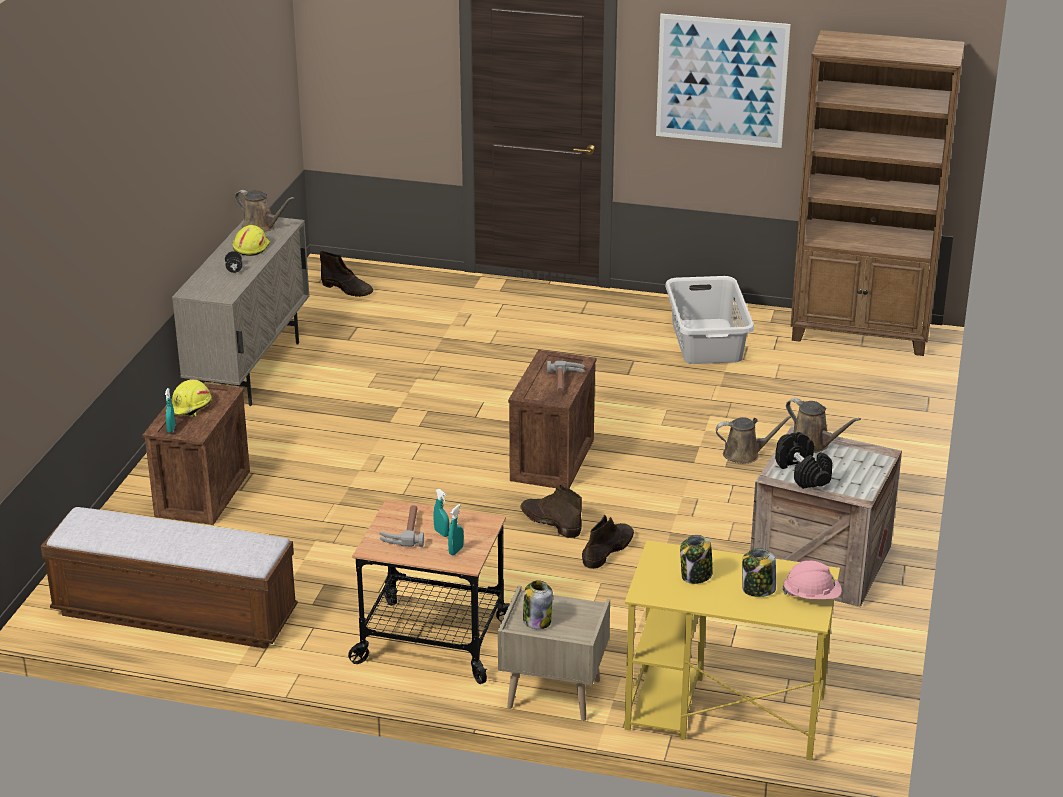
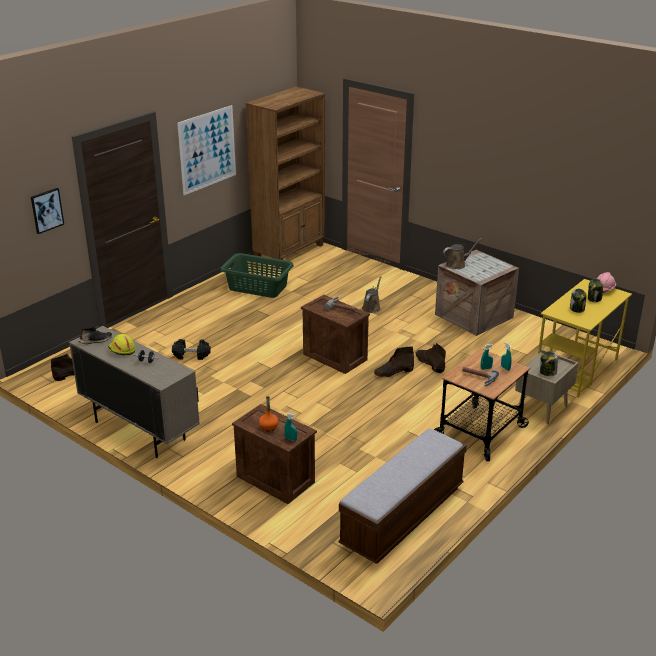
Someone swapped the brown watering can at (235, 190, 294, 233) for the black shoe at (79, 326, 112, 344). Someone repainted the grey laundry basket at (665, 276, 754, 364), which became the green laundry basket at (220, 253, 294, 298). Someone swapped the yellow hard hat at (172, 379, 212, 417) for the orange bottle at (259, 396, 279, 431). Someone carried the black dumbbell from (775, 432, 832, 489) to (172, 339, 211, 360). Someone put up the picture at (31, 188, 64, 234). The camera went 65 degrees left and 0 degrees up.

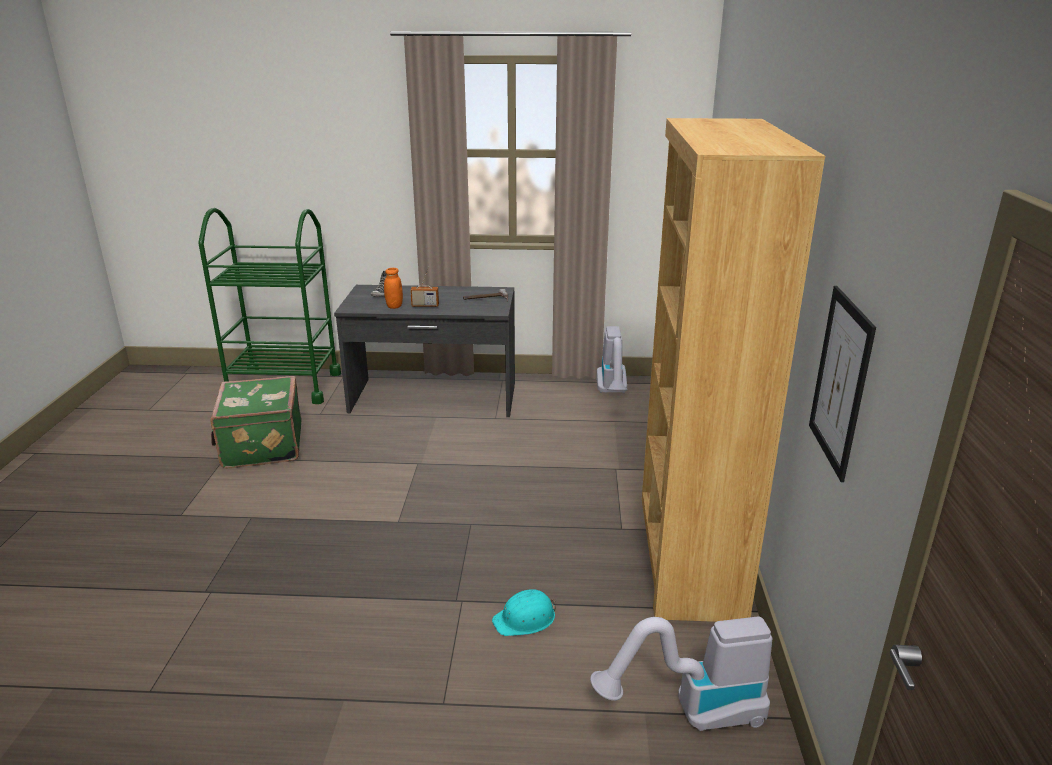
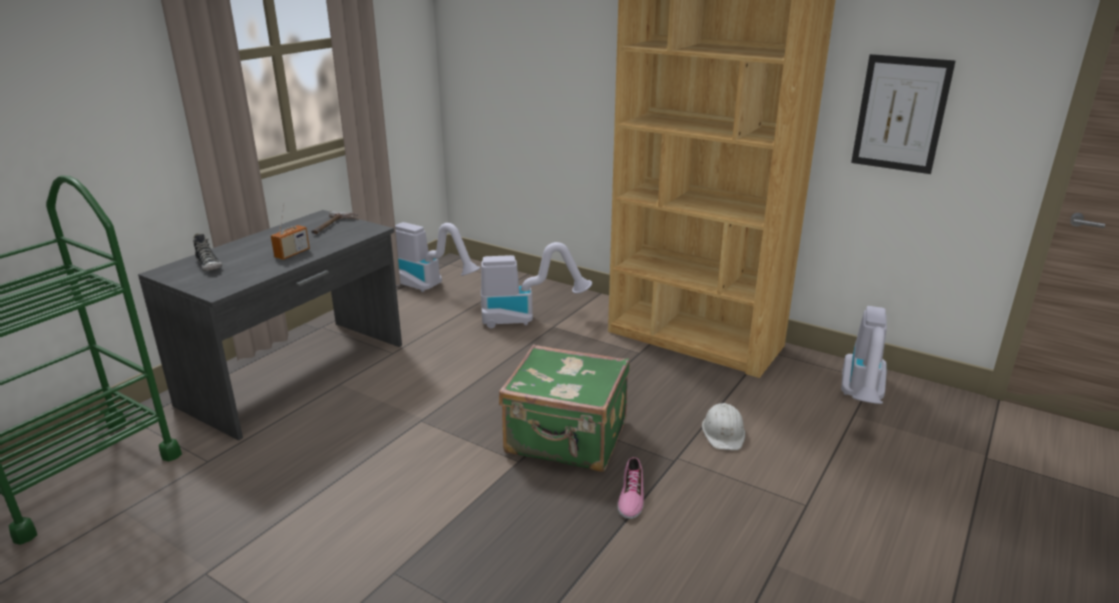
Someone took away the orange jar at (384, 268, 403, 309). Someone carried the green suitcase from (210, 376, 301, 468) to (499, 345, 630, 472). Someone repainted the turquoise hard hat at (492, 589, 556, 636), which became the white hard hat at (702, 403, 745, 450). Someone put down the vacuum cleaner at (481, 242, 592, 328). Someone put down the shoe at (618, 457, 644, 519). The camera went 60 degrees left and 0 degrees up.

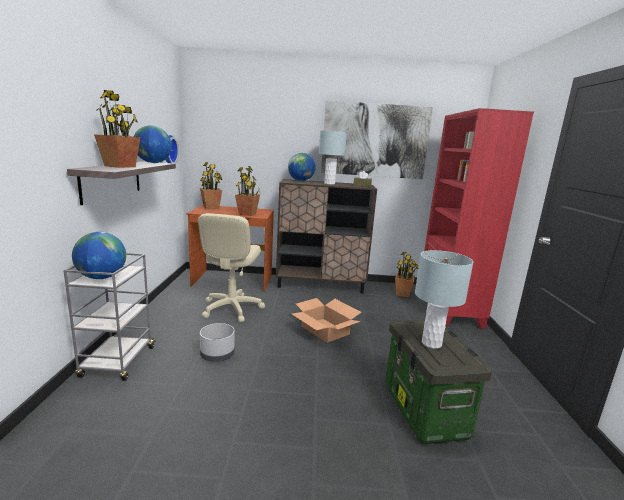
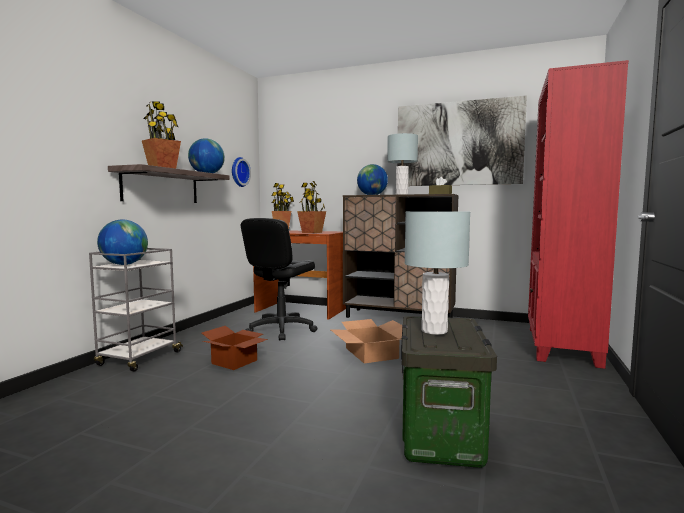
Someone repainted the beige office chair at (198, 213, 265, 322), which became the black office chair at (241, 218, 318, 340). Someone took away the potted plant at (395, 252, 418, 298). Someone swapped the grey planter at (200, 323, 235, 362) for the cardboard box at (202, 326, 268, 370). The camera went 20 degrees right and 10 degrees down.

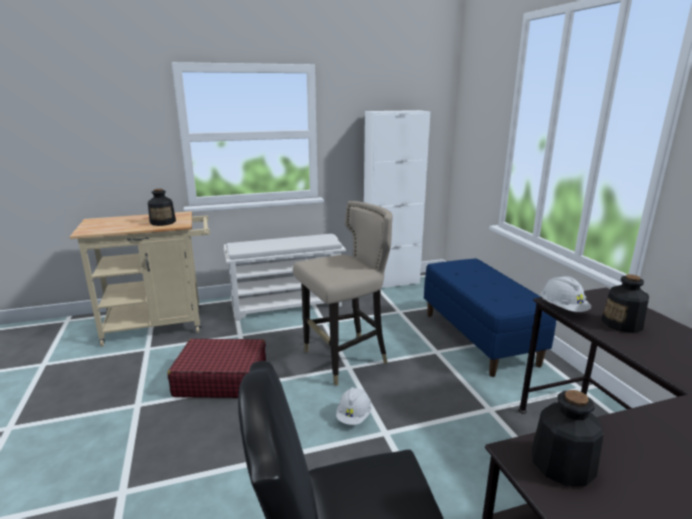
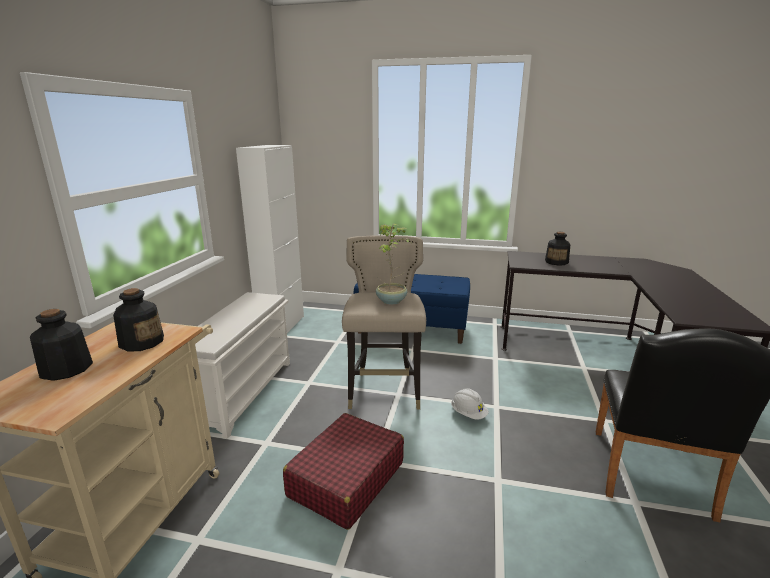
Someone took away the white hard hat at (541, 276, 591, 312). Someone carried the bottle from (532, 390, 604, 486) to (30, 309, 93, 381). Someone put down the potted plant at (376, 224, 410, 305). The camera went 60 degrees left and 0 degrees up.

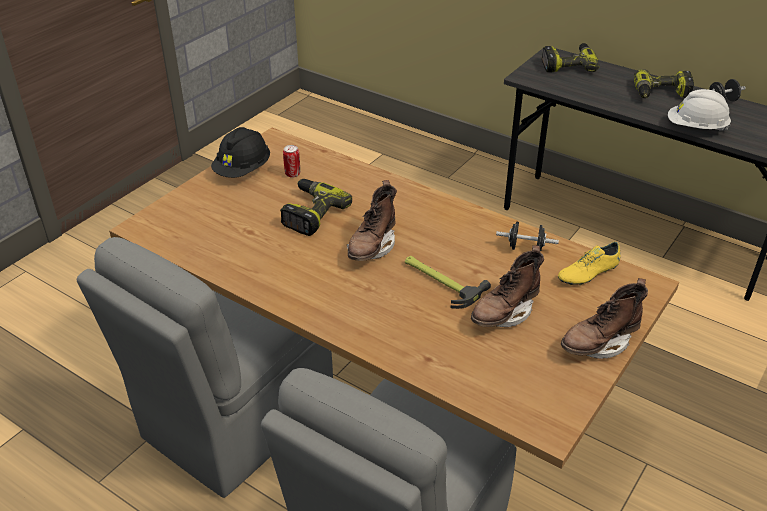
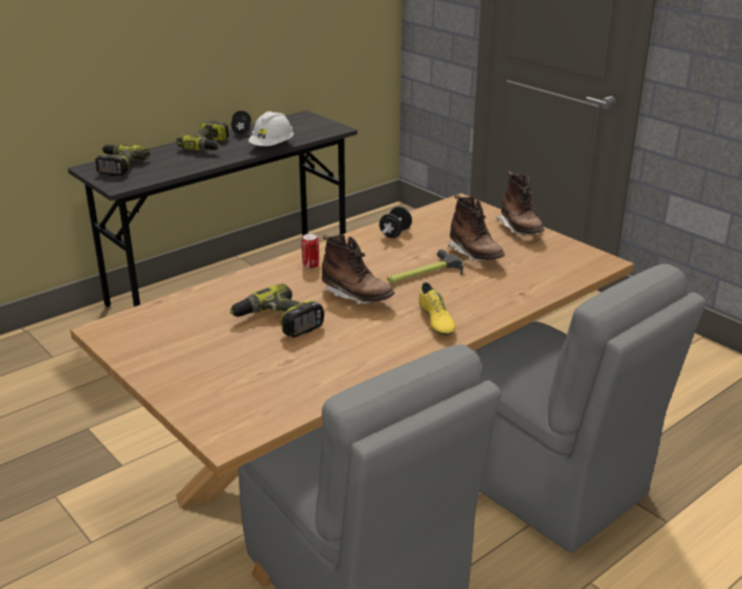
Someone took away the black hard hat at (211, 127, 270, 178). Someone carried the can from (283, 145, 300, 178) to (301, 233, 319, 269). Someone carried the yellow shoe from (558, 242, 621, 285) to (419, 282, 455, 335). The camera went 75 degrees left and 10 degrees down.

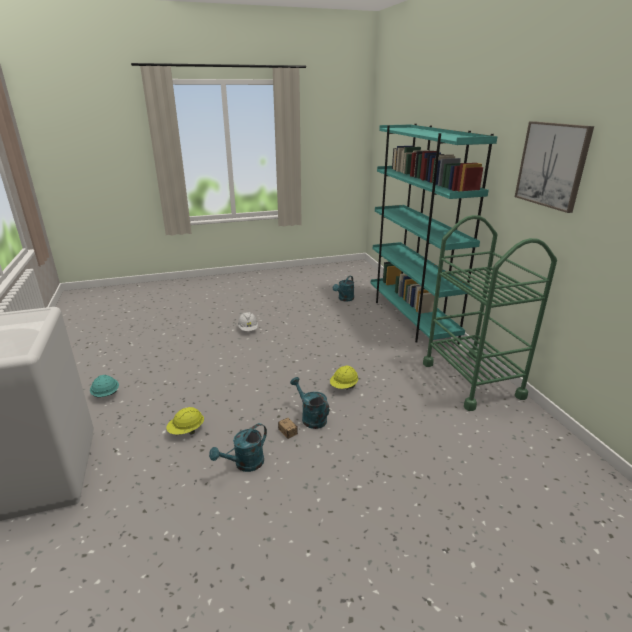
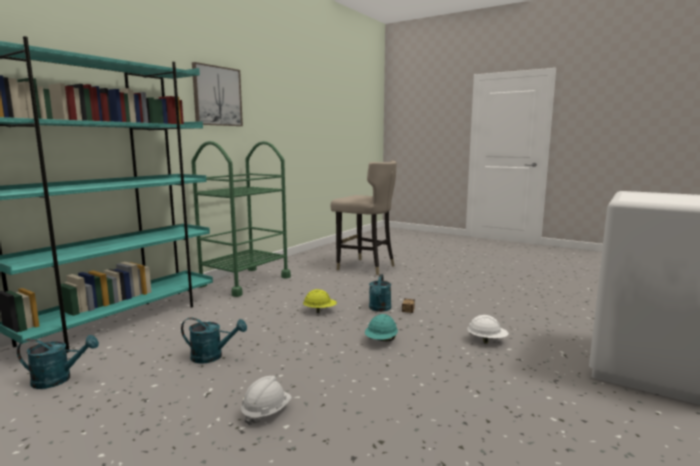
Someone carried the turquoise hard hat from (90, 375, 119, 397) to (365, 314, 398, 341). Someone repainted the yellow hard hat at (166, 407, 204, 435), which became the white hard hat at (467, 315, 509, 344). Someone carried the turquoise watering can from (209, 423, 267, 472) to (181, 318, 247, 364). Someone put down the beige stool at (331, 160, 397, 275). The camera went 130 degrees left and 15 degrees down.

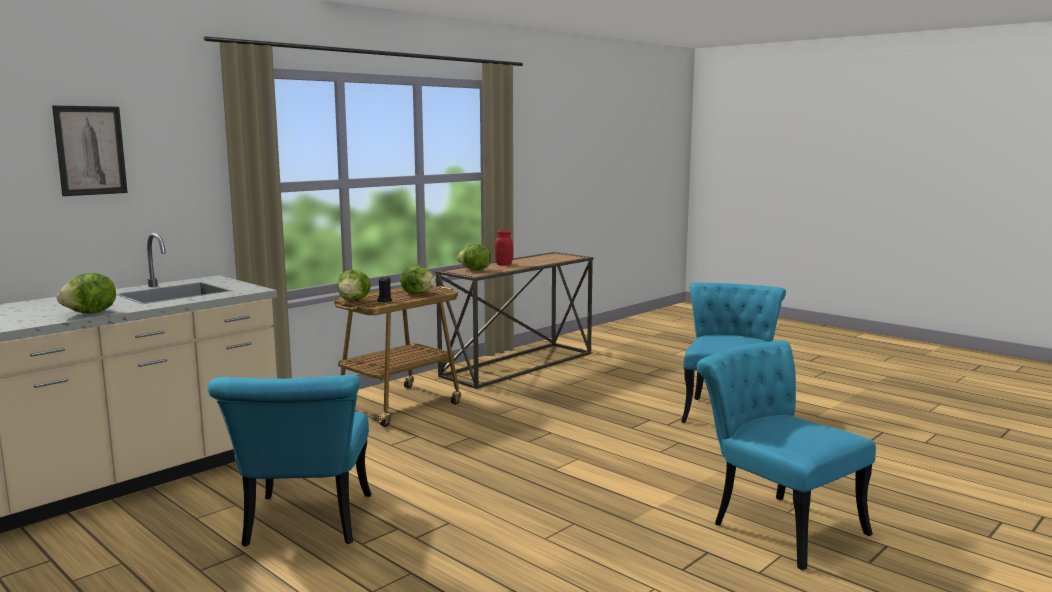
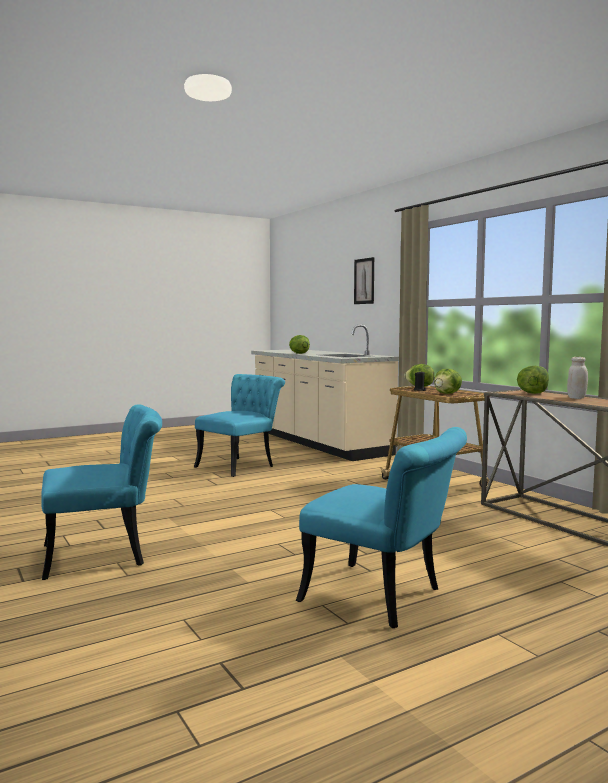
Someone repainted the red jar at (495, 230, 513, 266), which became the white jar at (567, 357, 588, 399). Someone rotated the turquoise chair at (207, 375, 371, 547) by 120 degrees clockwise. The camera went 105 degrees right and 5 degrees down.

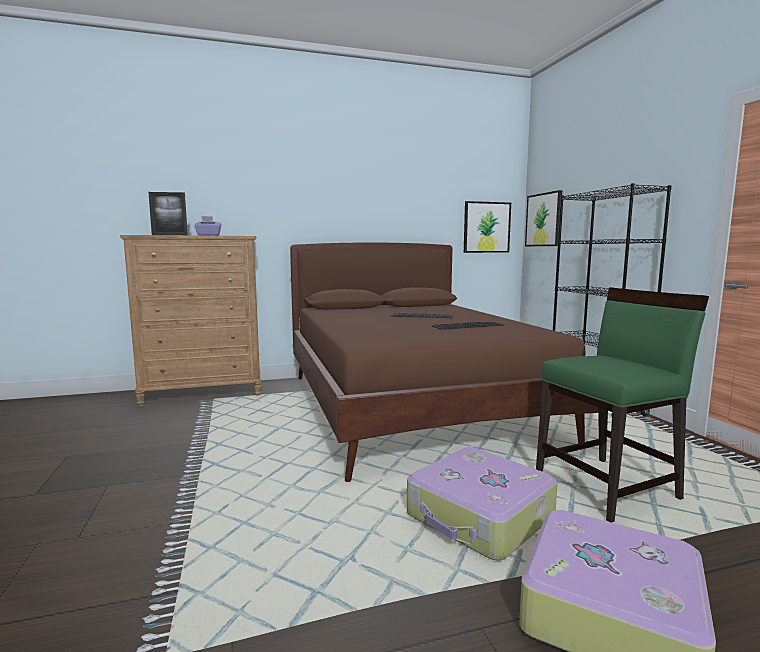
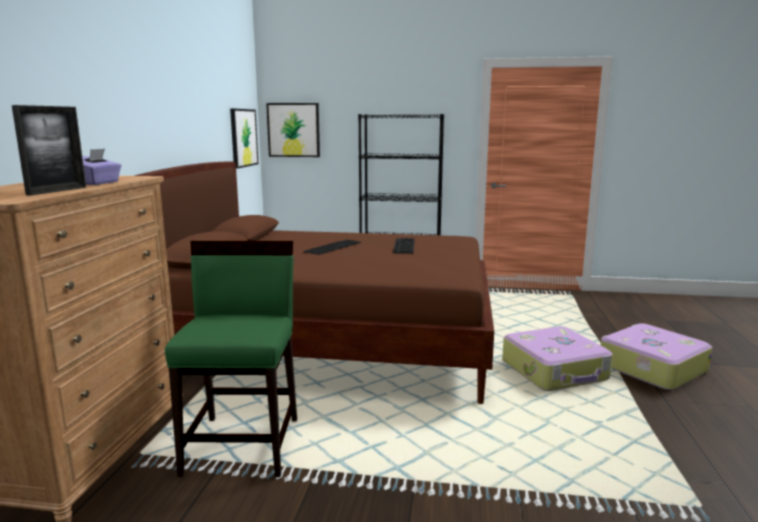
Someone carried the green chair from (536, 287, 709, 523) to (165, 241, 297, 477). The camera went 65 degrees left and 5 degrees up.

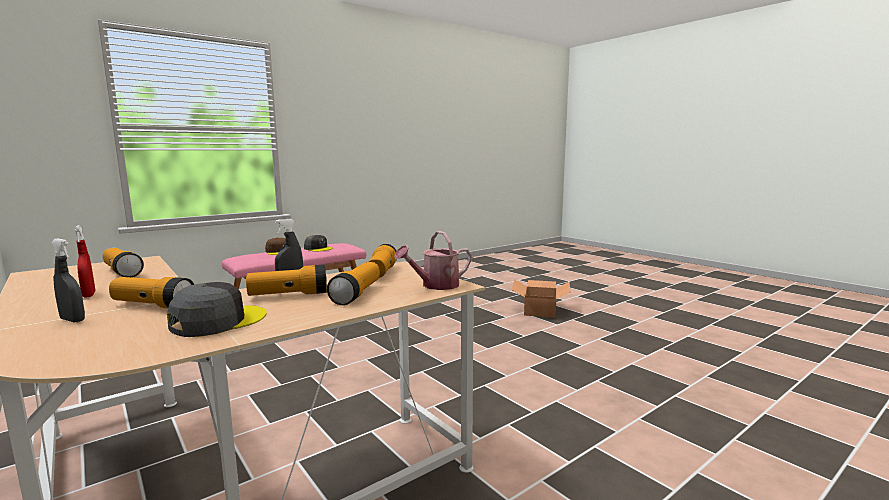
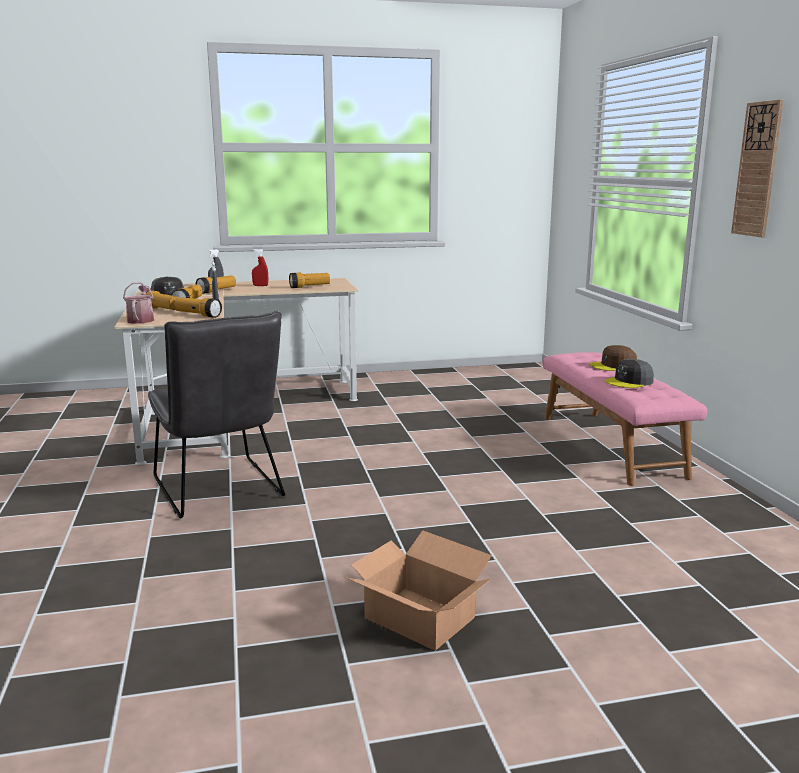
Someone put up the wall clock at (731, 100, 784, 237). Someone put down the grey chair at (148, 311, 285, 518). The camera went 115 degrees right and 5 degrees up.

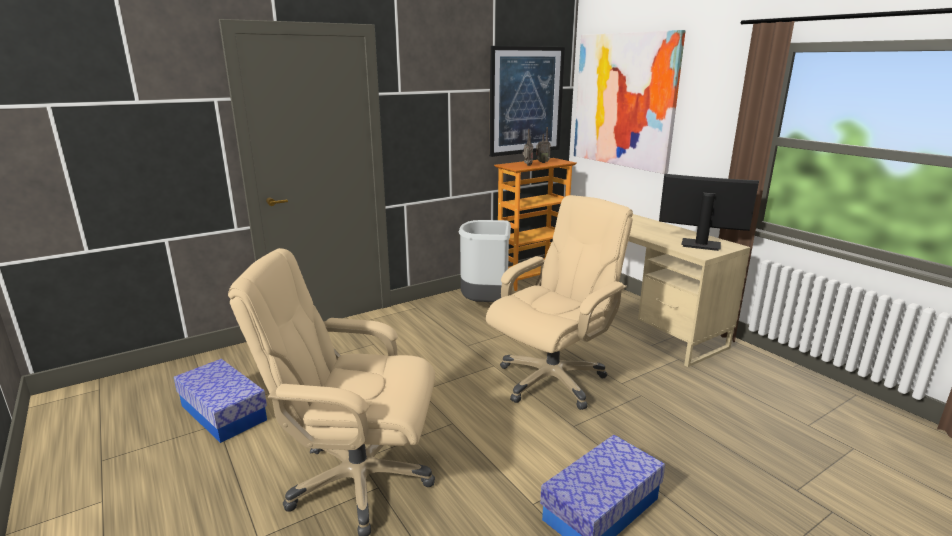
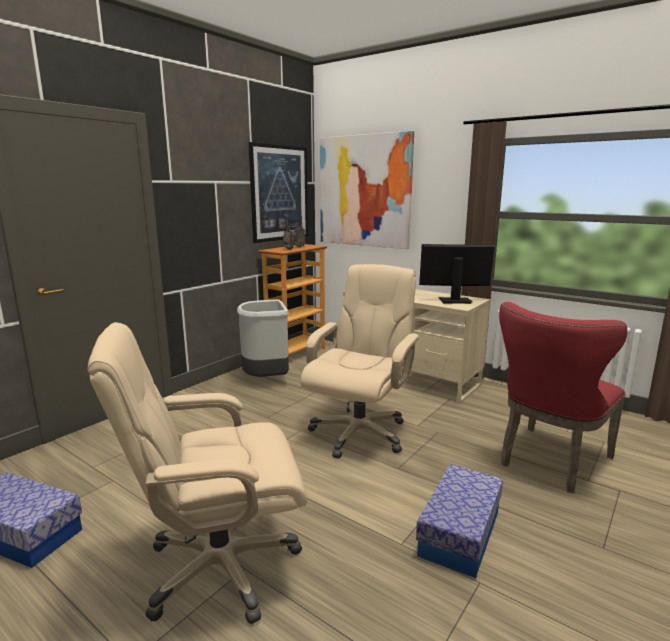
Someone put down the red chair at (499, 302, 628, 493). The camera went 20 degrees left and 5 degrees down.

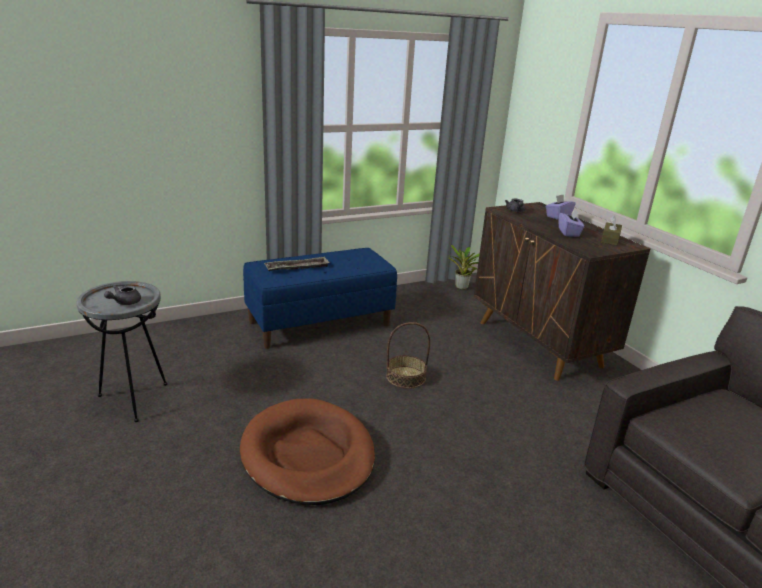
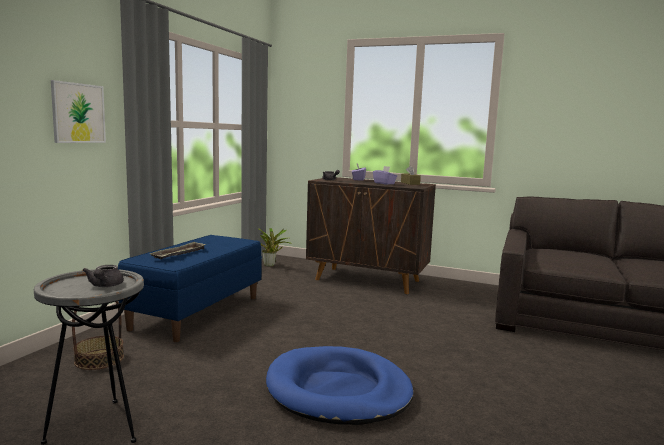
Someone carried the basket from (386, 322, 430, 389) to (72, 301, 124, 370). Someone repainted the brown dog bed at (240, 398, 375, 505), which became the blue dog bed at (266, 346, 414, 425). Someone put up the picture at (51, 80, 106, 143). The camera went 40 degrees left and 15 degrees down.

